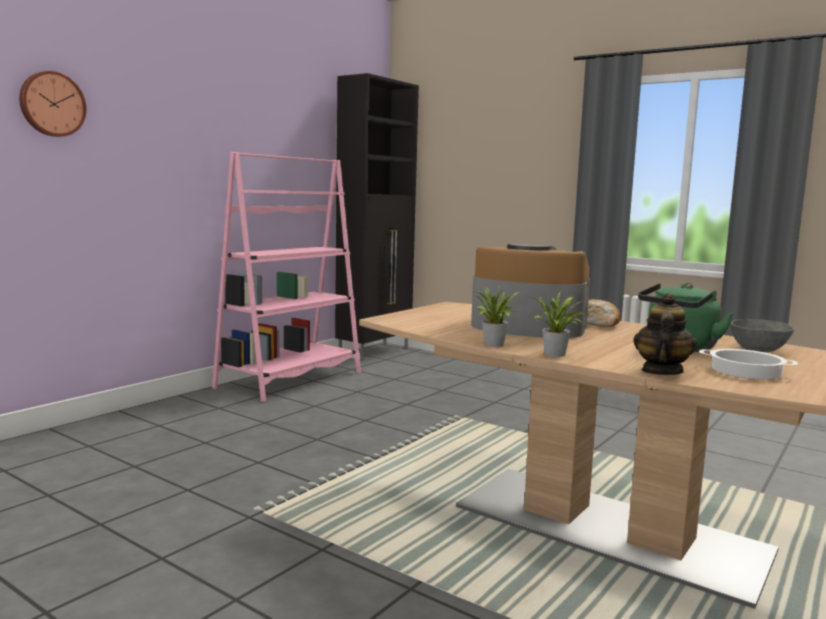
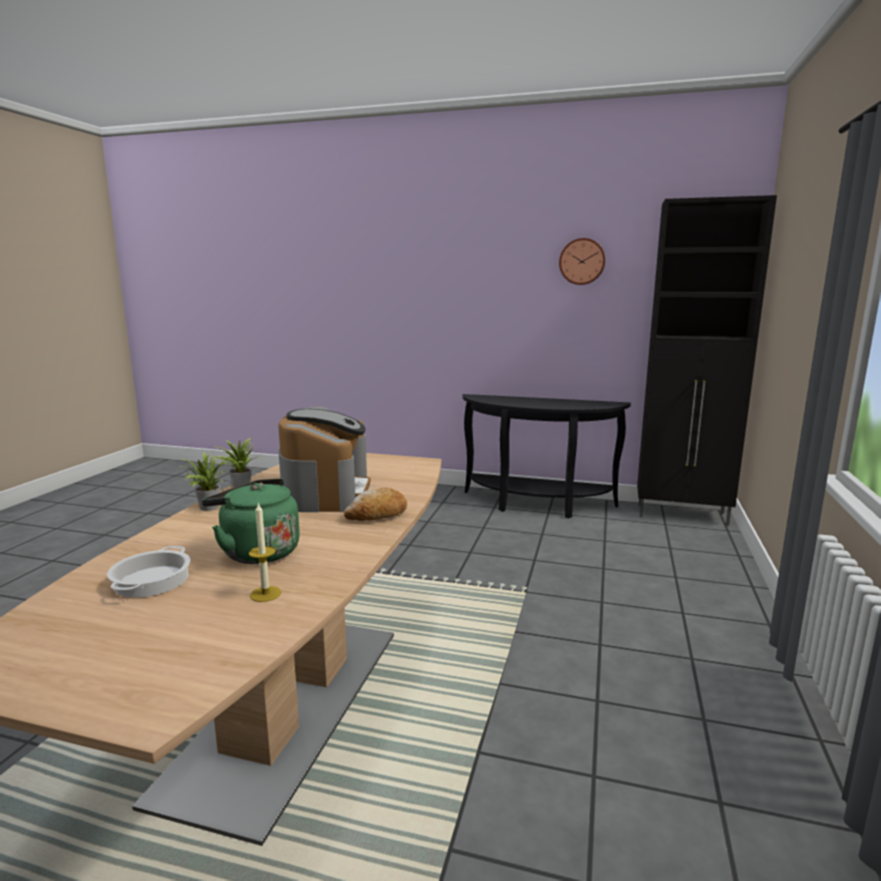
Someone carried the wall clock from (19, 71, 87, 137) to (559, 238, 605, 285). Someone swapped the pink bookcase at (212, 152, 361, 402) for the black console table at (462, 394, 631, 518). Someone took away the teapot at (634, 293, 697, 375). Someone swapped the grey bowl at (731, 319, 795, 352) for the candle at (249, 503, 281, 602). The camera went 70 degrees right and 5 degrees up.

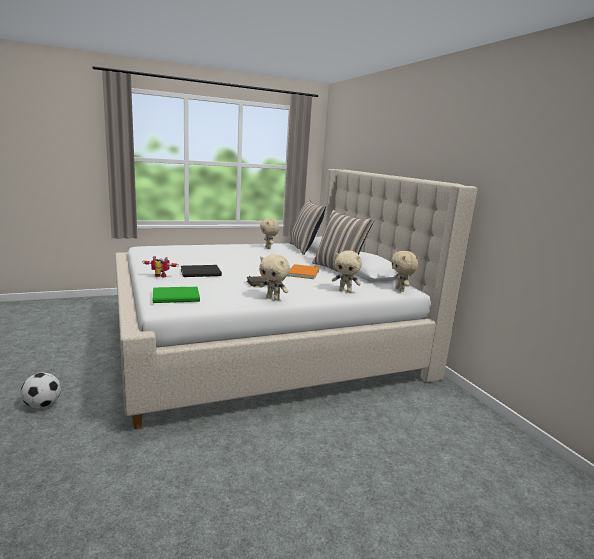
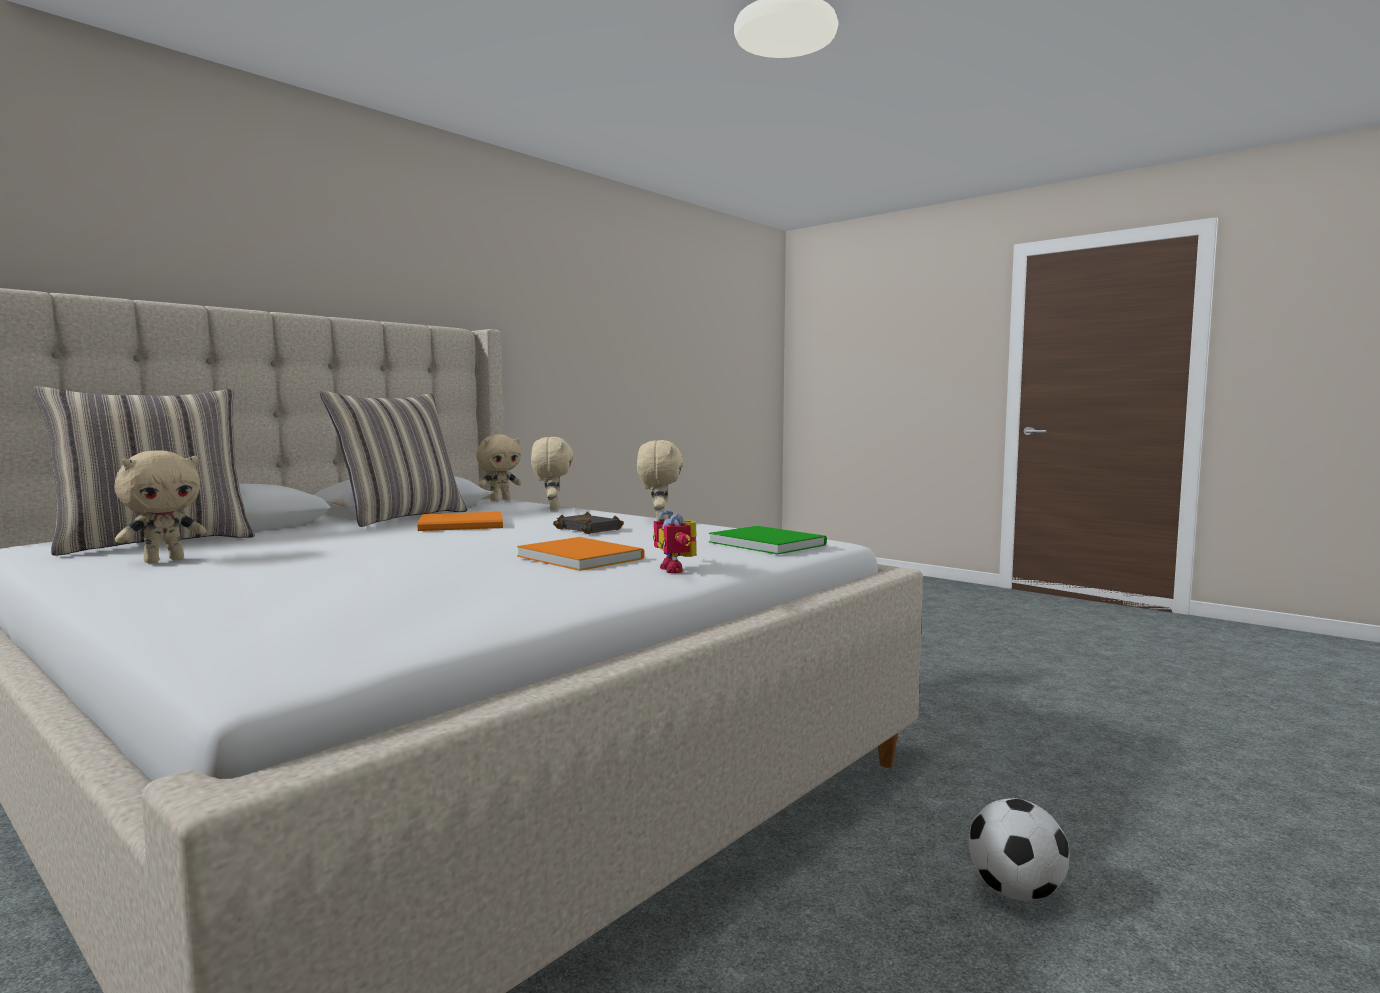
Someone repainted the black book at (181, 265, 222, 277), which became the orange book at (517, 537, 645, 571). The camera went 115 degrees left and 10 degrees down.

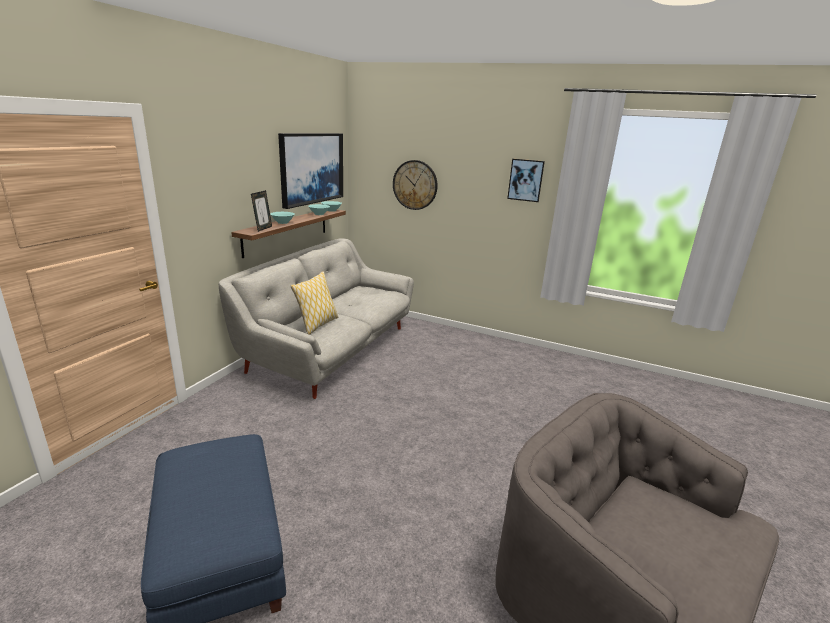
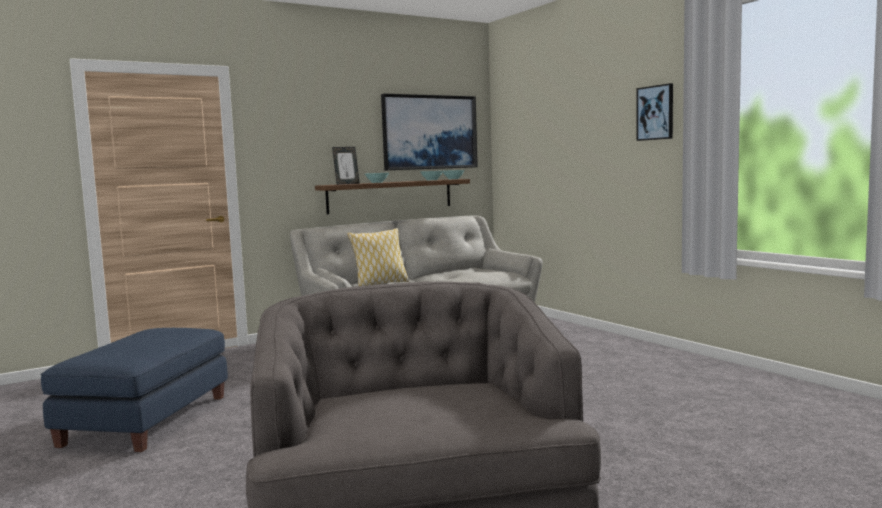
Someone took away the wall clock at (393, 160, 438, 210). The camera went 35 degrees right and 15 degrees down.

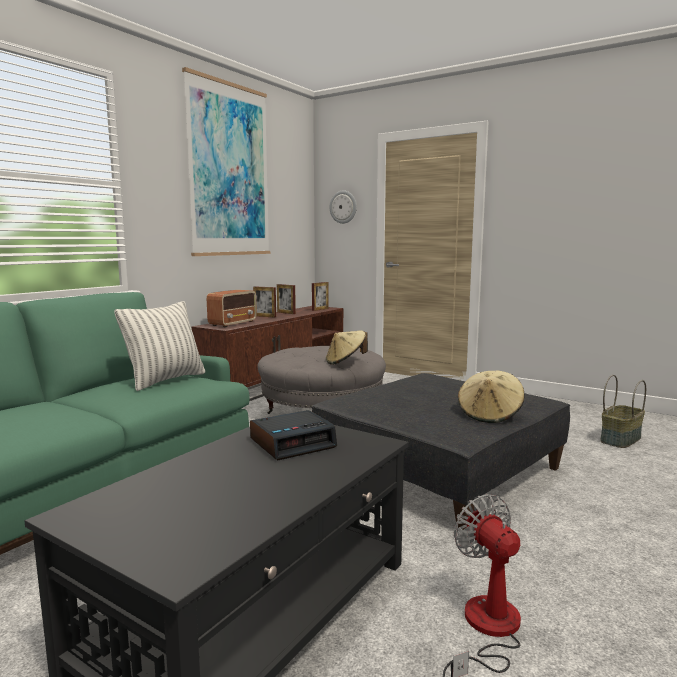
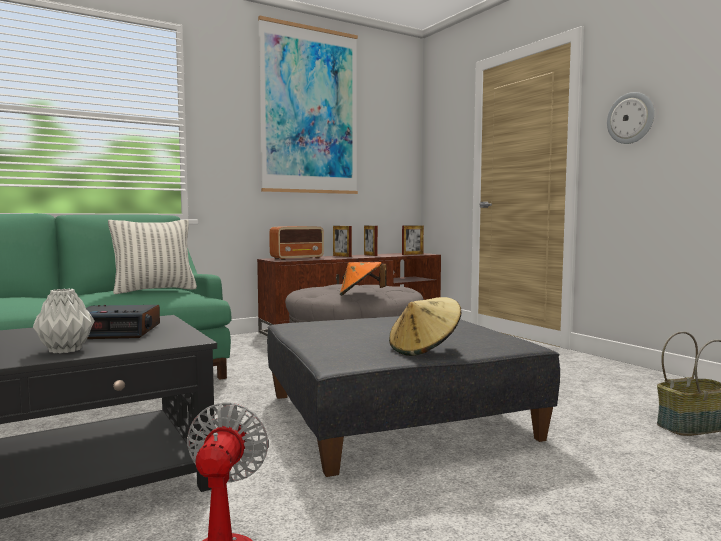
Someone carried the wall clock from (329, 190, 357, 224) to (607, 92, 654, 144). Someone repainted the beige hat at (326, 331, 368, 365), which became the orange hat at (340, 262, 387, 296). Someone put down the grey vase at (33, 289, 95, 354). The camera went 25 degrees right and 5 degrees down.

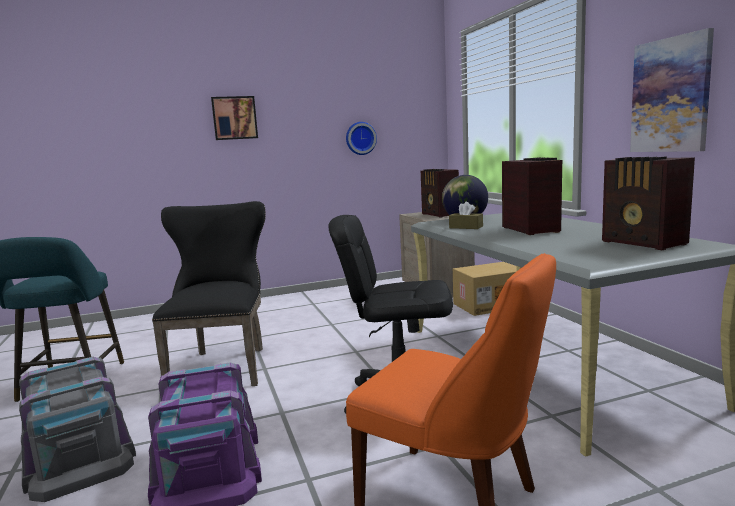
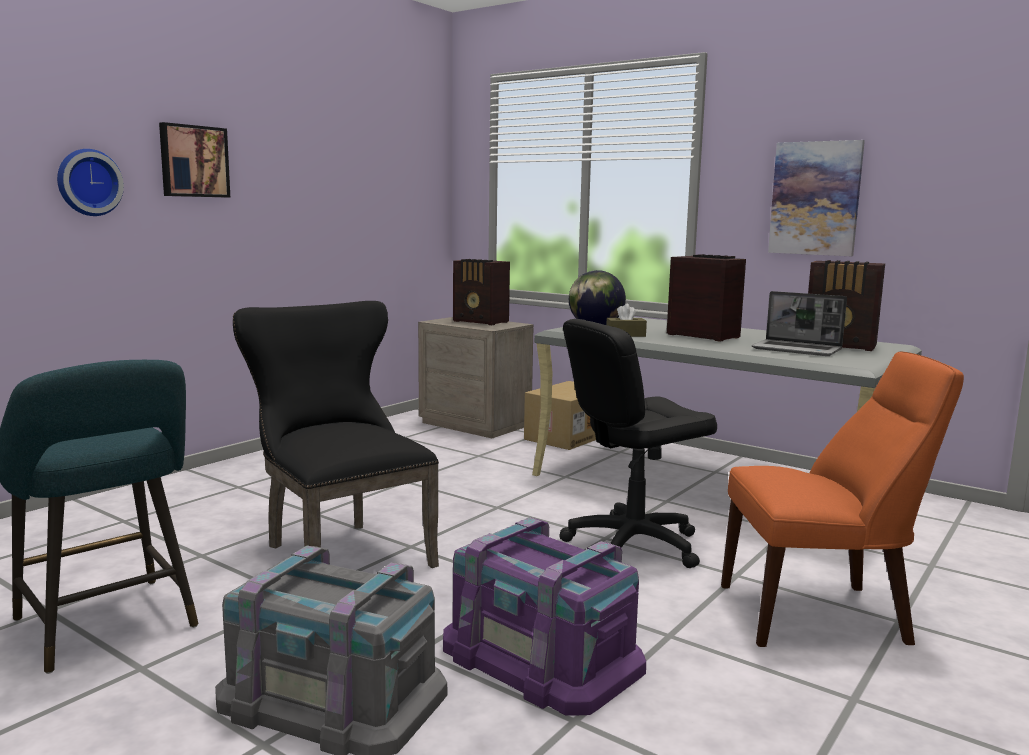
Someone carried the wall clock from (346, 122, 377, 155) to (57, 149, 124, 216). Someone put down the laptop at (752, 291, 847, 356). The camera went 35 degrees left and 0 degrees up.

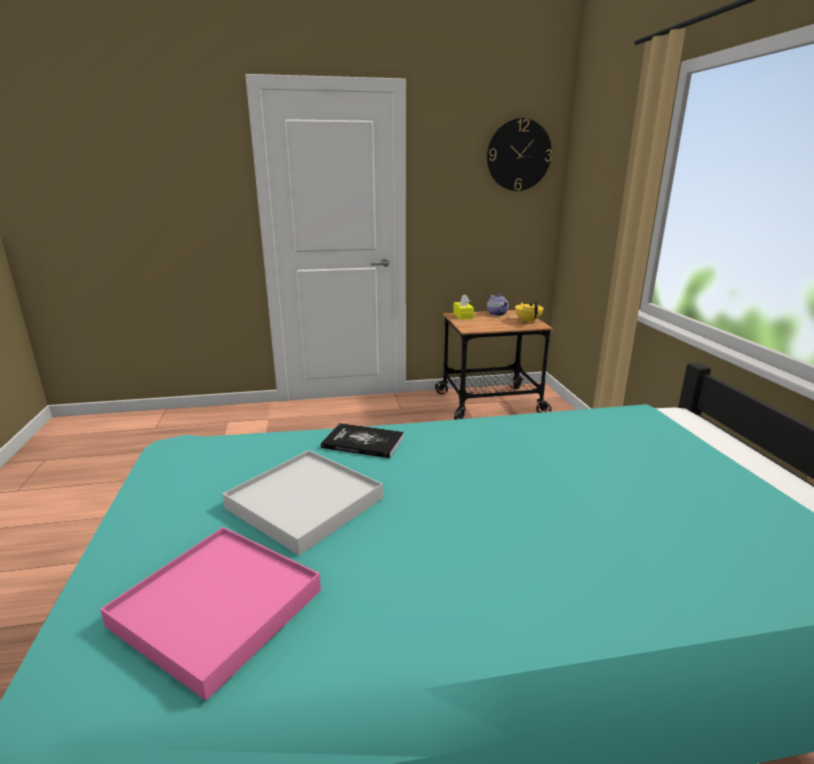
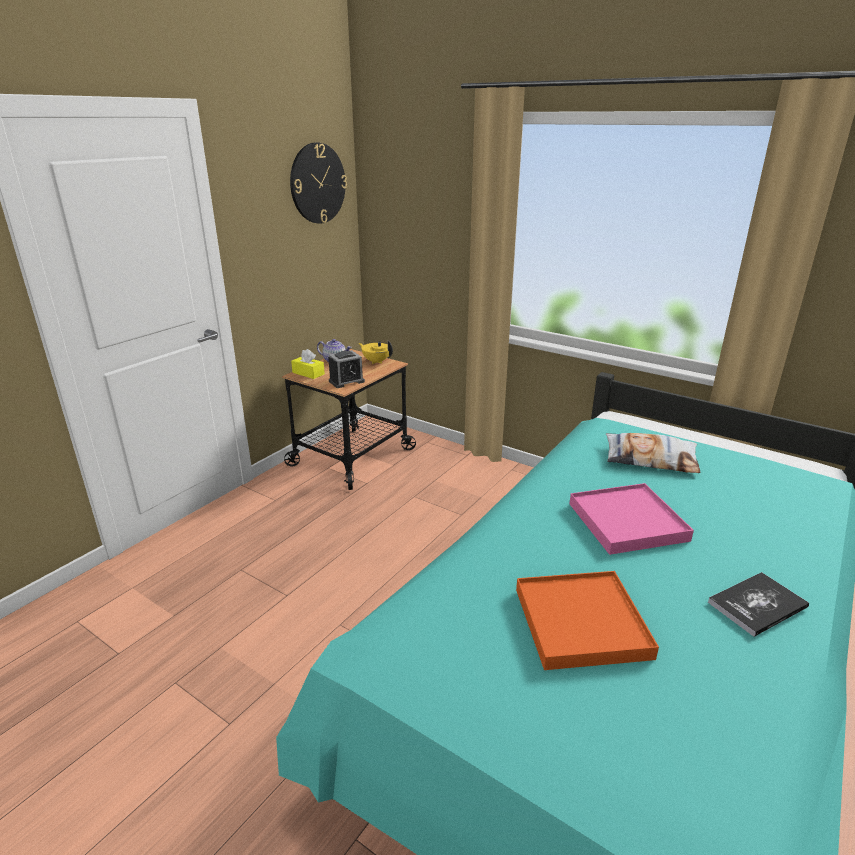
Someone carried the book from (321, 423, 404, 458) to (708, 572, 809, 637). Someone repainted the white tray at (222, 450, 383, 555), which became the orange tray at (516, 571, 659, 670). Someone carried the pink tray from (100, 527, 321, 700) to (569, 483, 694, 555). Someone put down the alarm clock at (328, 350, 365, 388). Someone put down the pillow at (606, 433, 700, 473). The camera went 45 degrees left and 5 degrees up.

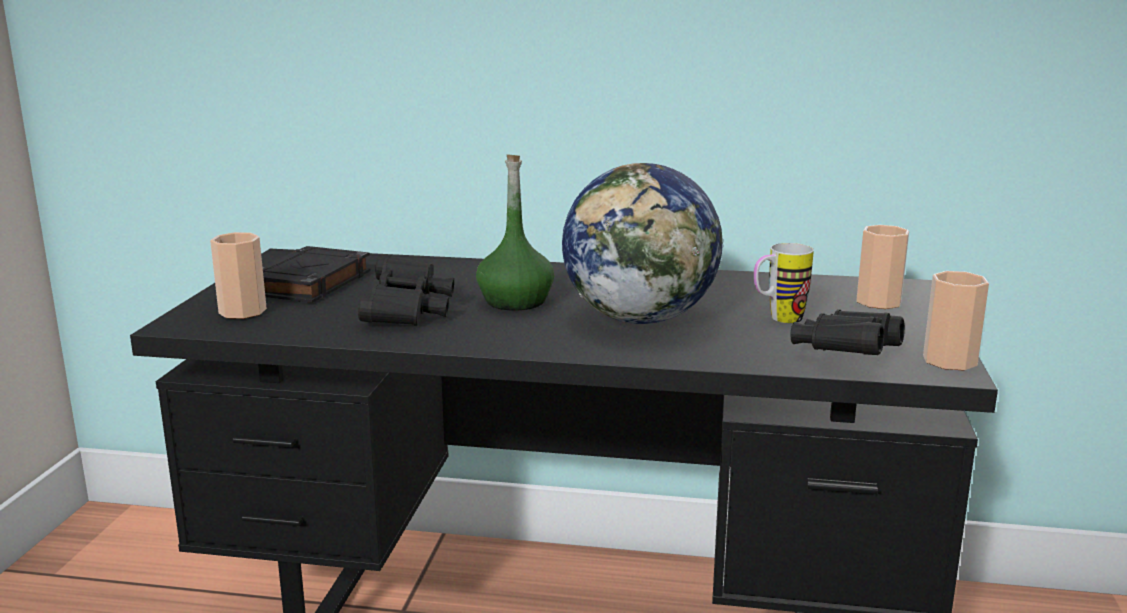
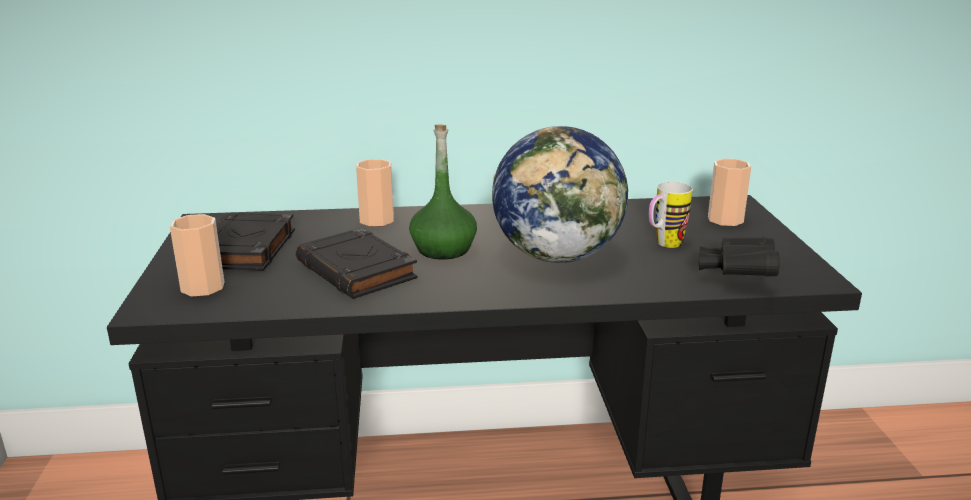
Someone swapped the black binoculars at (358, 254, 454, 326) for the black book at (296, 228, 418, 299). Someone carried the cup from (923, 271, 989, 371) to (356, 159, 394, 227). The camera went 15 degrees left and 5 degrees up.

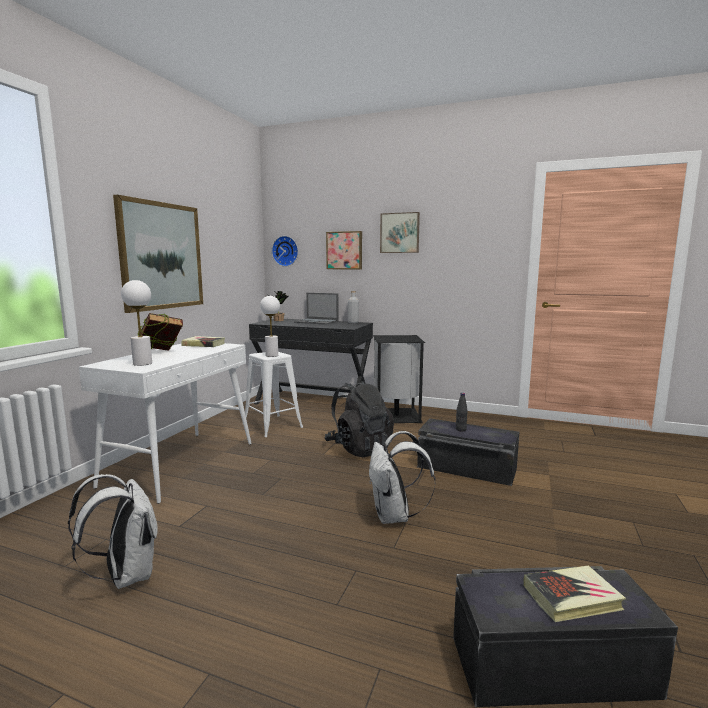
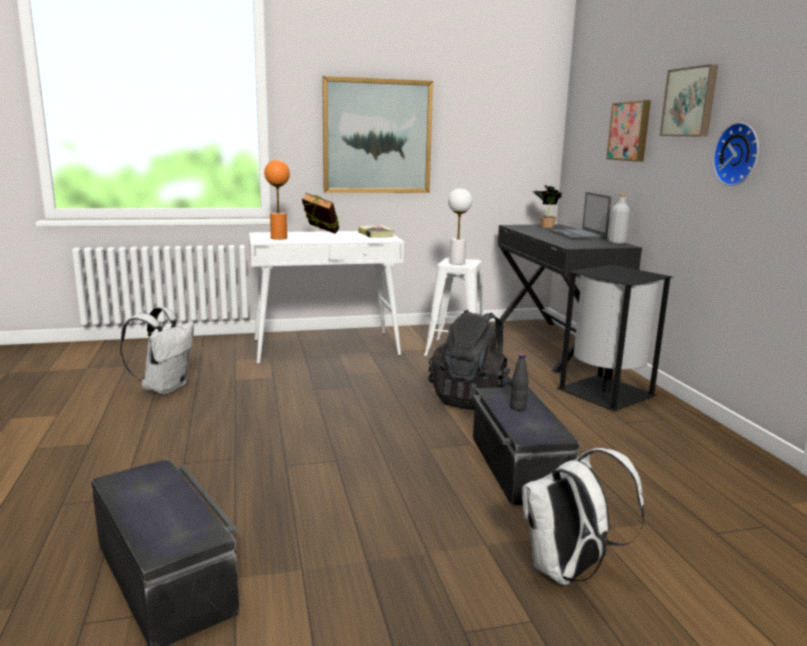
Someone carried the wall clock from (272, 236, 298, 267) to (713, 122, 759, 186). Someone repainted the white table lamp at (121, 280, 152, 366), which became the orange table lamp at (264, 160, 290, 240). Someone carried the white backpack from (369, 431, 435, 524) to (522, 448, 645, 585). Someone took away the book at (523, 566, 626, 622). The camera went 55 degrees right and 5 degrees up.

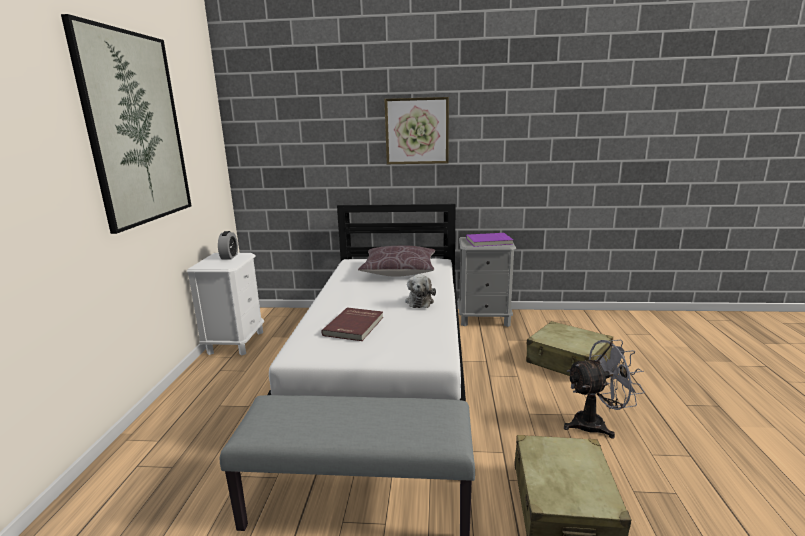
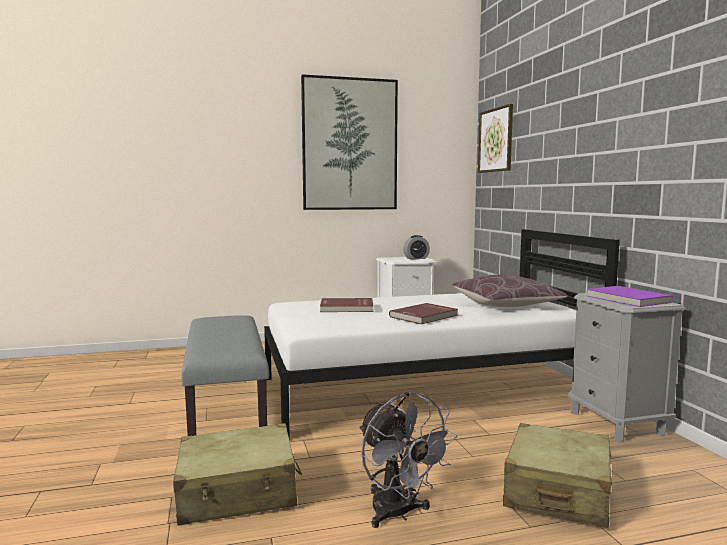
Someone carried the picture from (384, 97, 449, 164) to (478, 104, 513, 173). Someone swapped the plush toy at (405, 274, 436, 308) for the red book at (389, 303, 458, 324). The camera went 70 degrees right and 10 degrees down.

